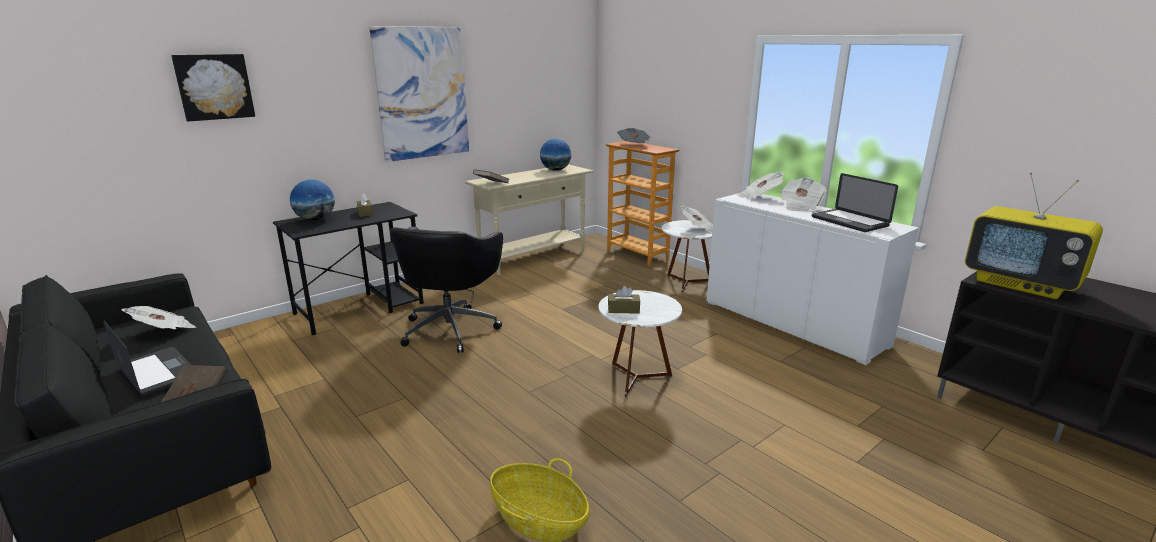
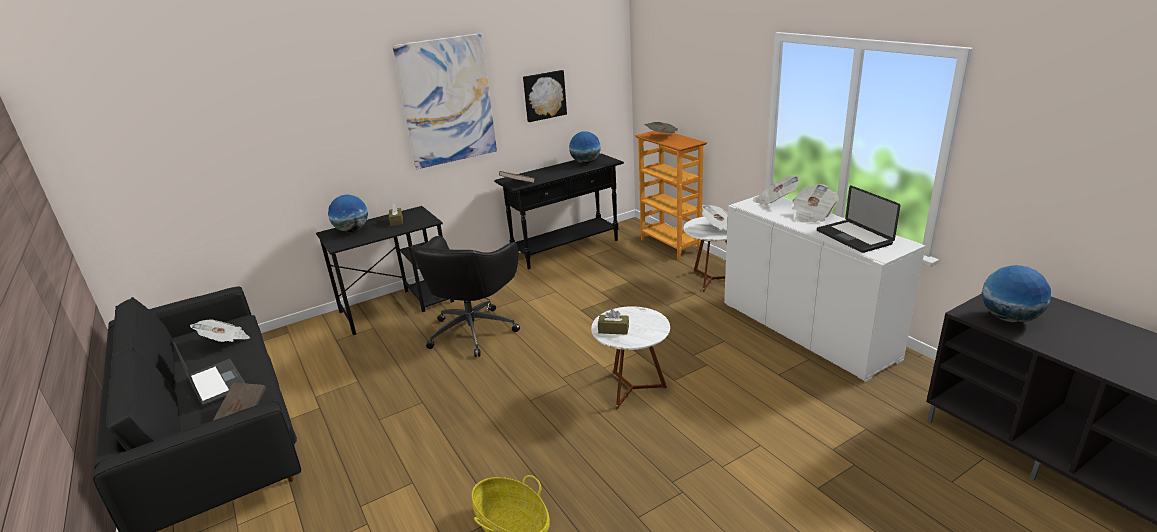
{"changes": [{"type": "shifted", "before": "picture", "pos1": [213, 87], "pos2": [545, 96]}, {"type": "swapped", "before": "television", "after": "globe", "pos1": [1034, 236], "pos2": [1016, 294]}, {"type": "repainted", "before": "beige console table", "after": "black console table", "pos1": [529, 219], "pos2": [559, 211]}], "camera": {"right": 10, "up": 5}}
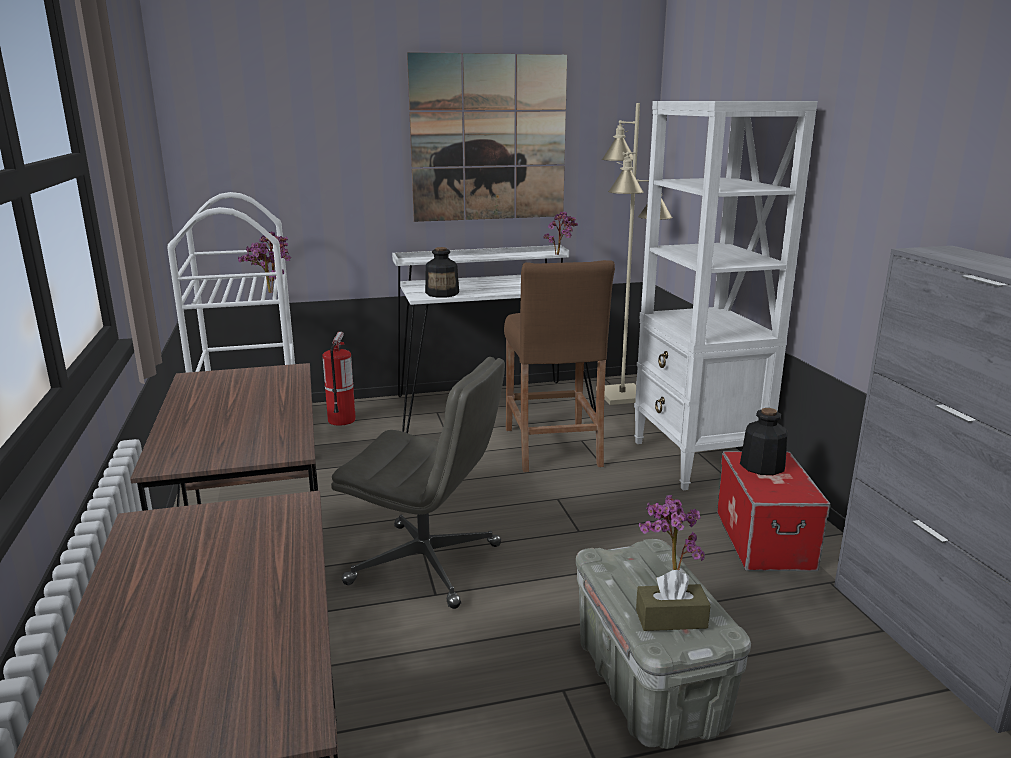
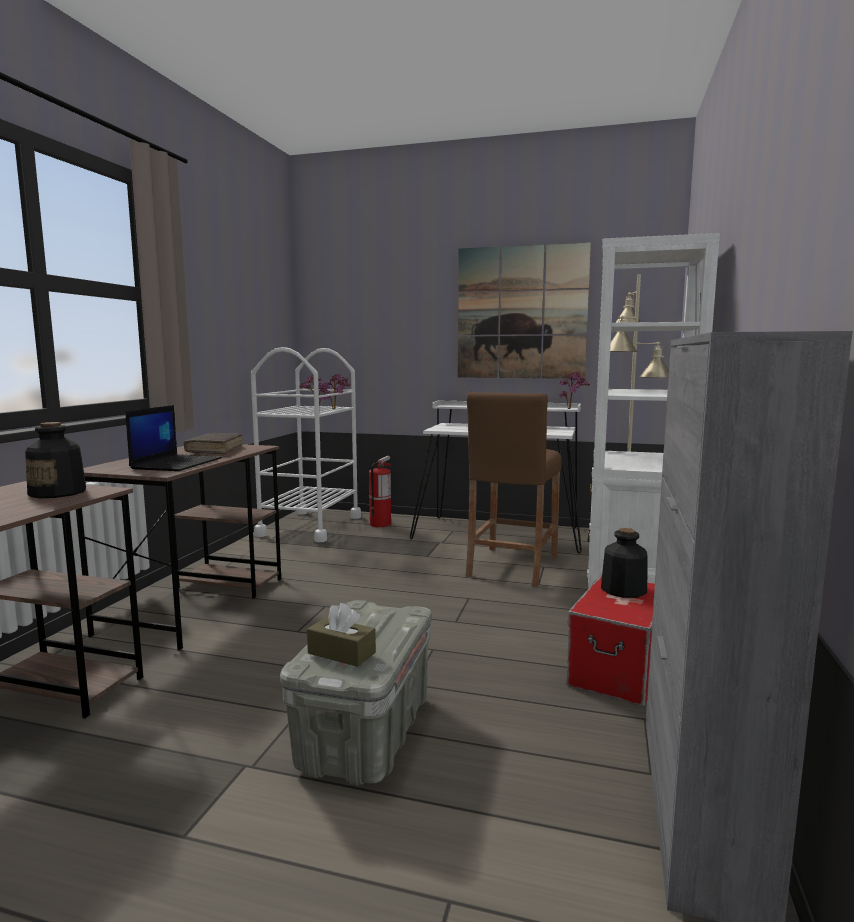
{"changes": [{"type": "gone", "before": "grey office chair", "pos1": [418, 483]}, {"type": "gone", "before": "potted plant", "pos1": [672, 532]}, {"type": "new", "after": "laptop", "pos2": [174, 438]}, {"type": "new", "after": "brown book", "pos2": [213, 443]}, {"type": "shifted", "before": "bottle", "pos1": [442, 272], "pos2": [55, 460]}], "camera": {"right": 30, "up": -10}}
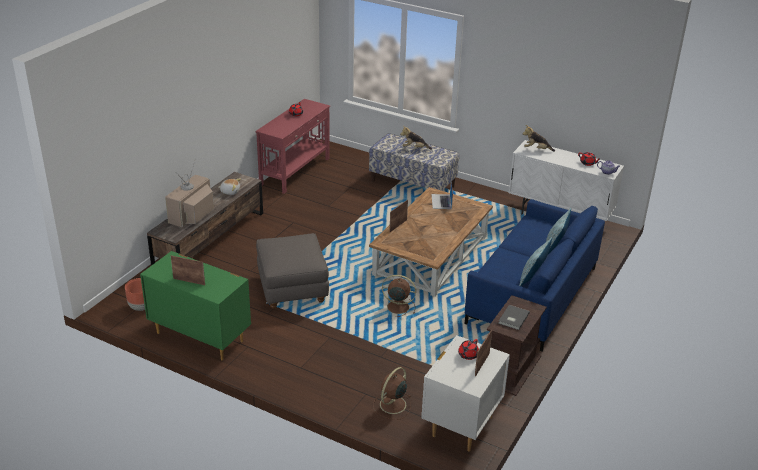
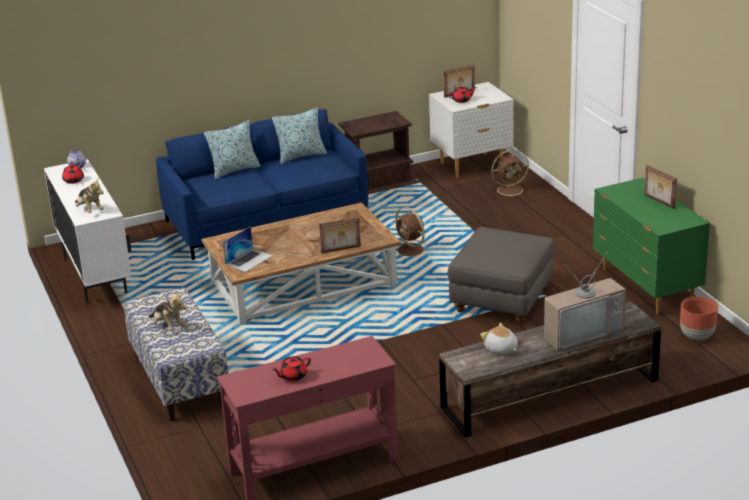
{"changes": [{"type": "gone", "before": "grey book", "pos1": [514, 317]}], "camera": {"right": -140, "up": -5}}
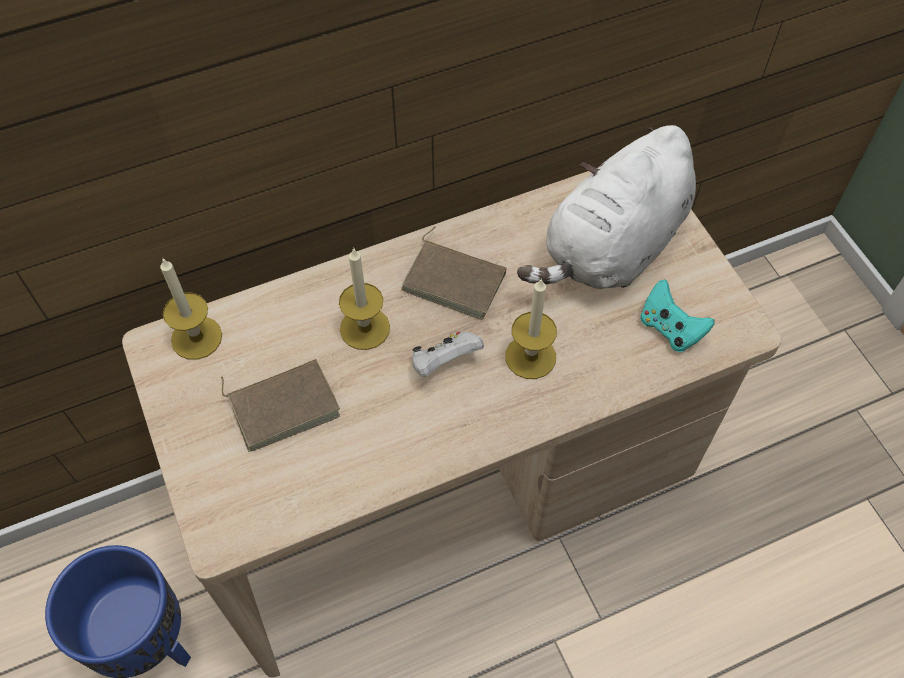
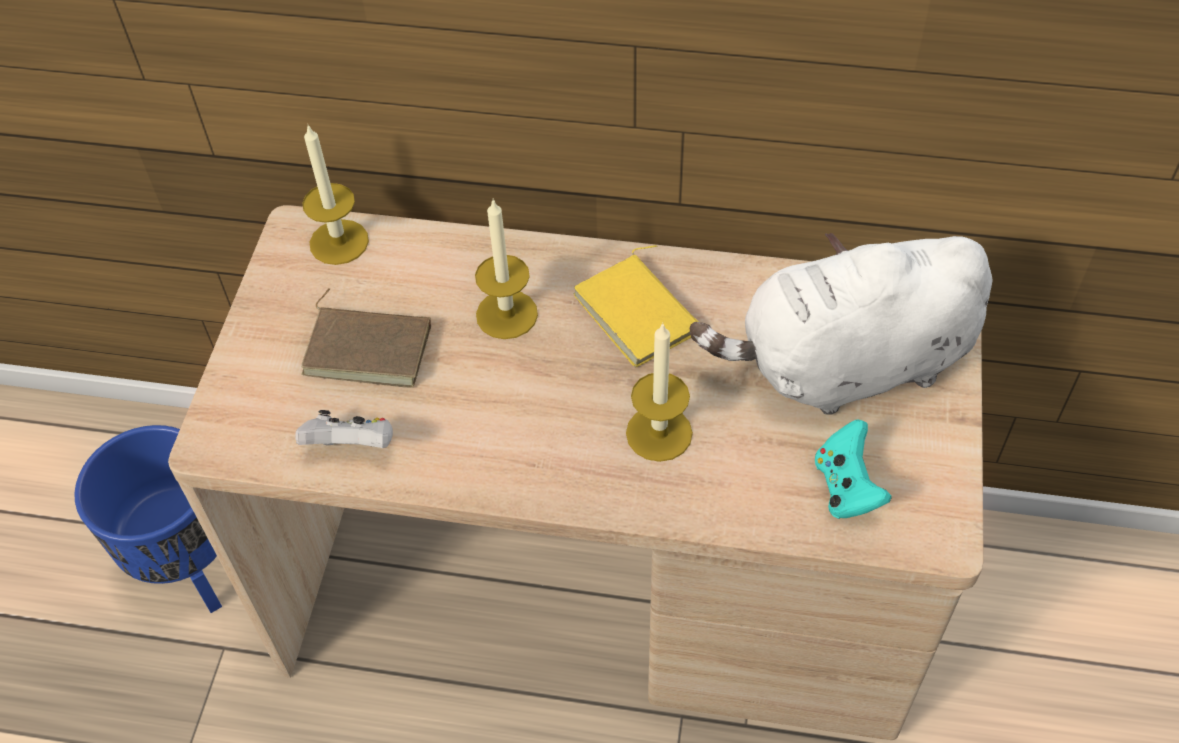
{"changes": [{"type": "shifted", "before": "white game controller", "pos1": [448, 354], "pos2": [344, 429]}, {"type": "repainted", "before": "brown book", "after": "yellow book", "pos1": [454, 273], "pos2": [636, 306]}], "camera": {"right": 35, "up": -5}}
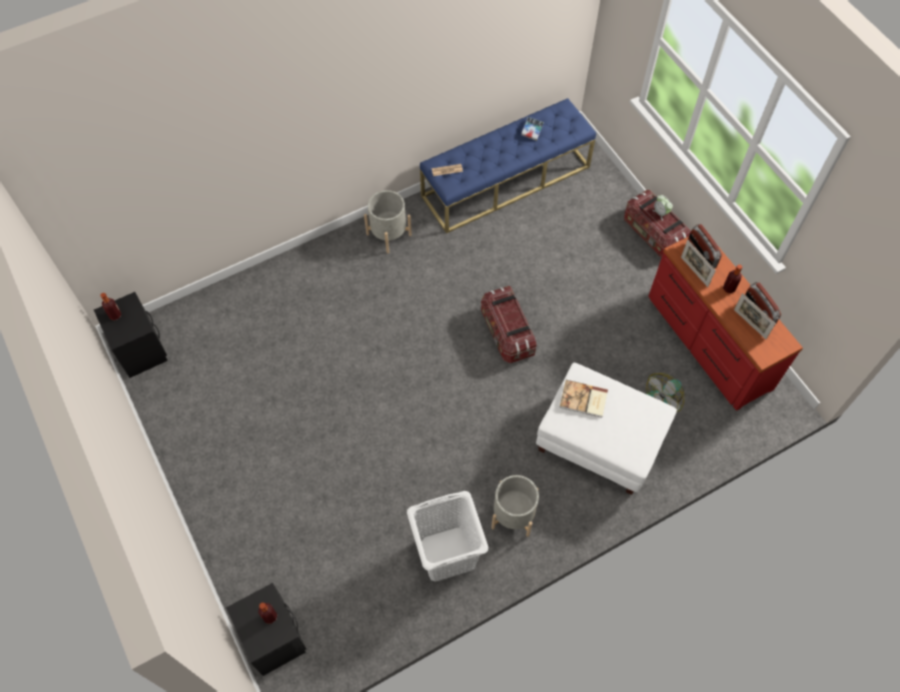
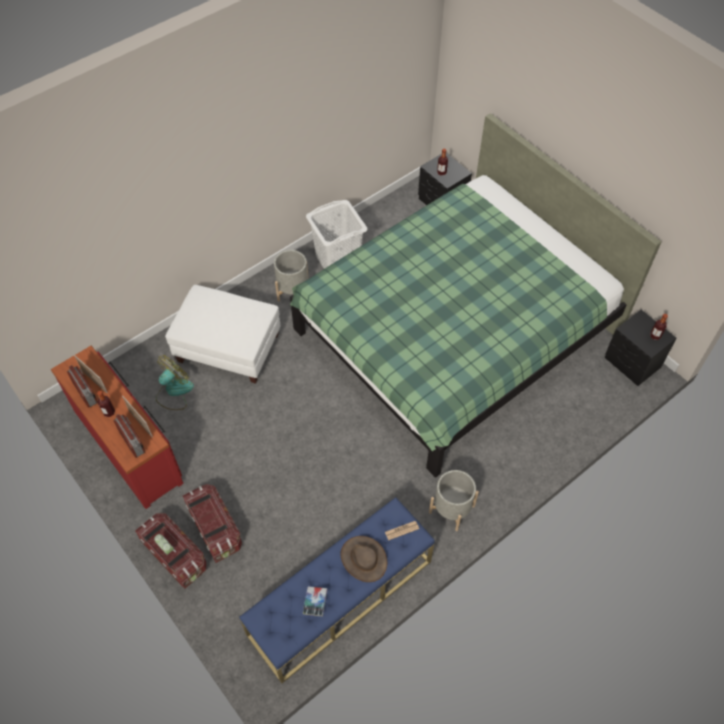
{"changes": [{"type": "gone", "before": "book", "pos1": [583, 399]}, {"type": "new", "after": "green bed", "pos2": [475, 295]}, {"type": "new", "after": "brown hat", "pos2": [363, 559]}, {"type": "shifted", "before": "storage box", "pos1": [508, 324], "pos2": [212, 523]}], "camera": {"right": 170, "up": -5}}
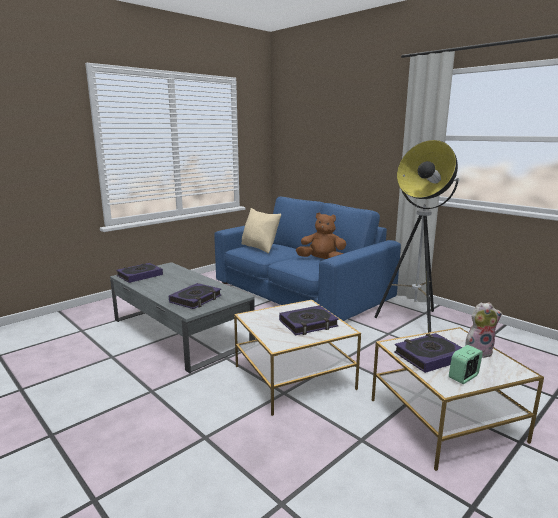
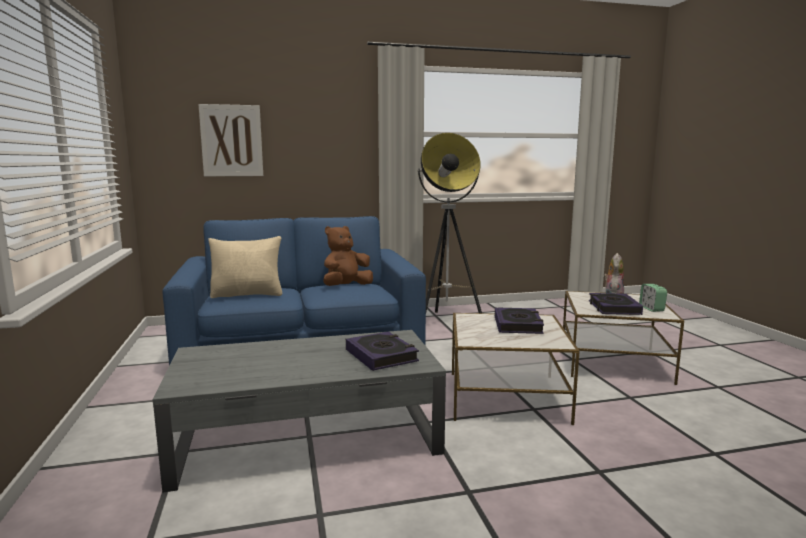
{"changes": [{"type": "gone", "before": "book", "pos1": [139, 273]}, {"type": "new", "after": "picture", "pos2": [230, 140]}], "camera": {"right": -60, "up": -5}}
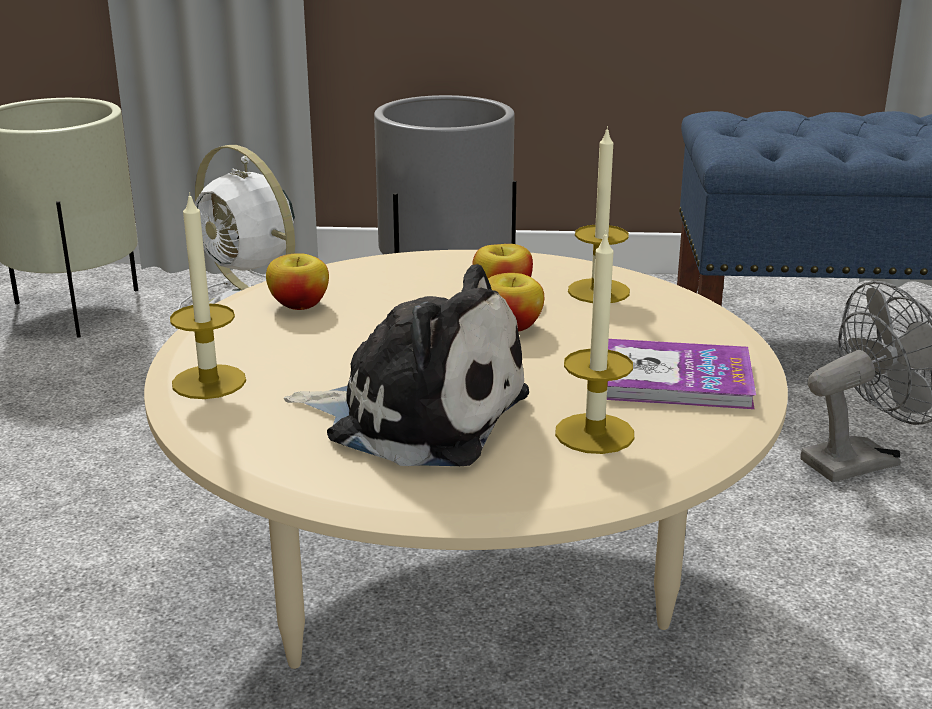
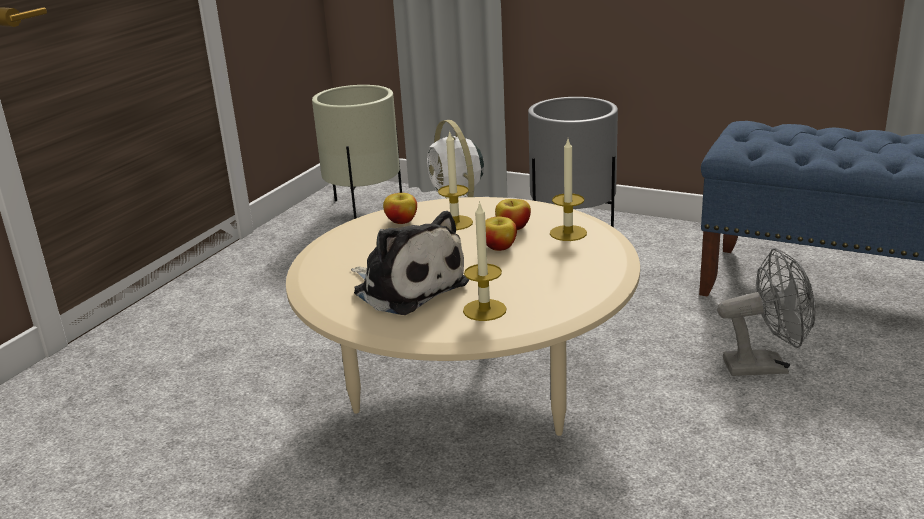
{"changes": [{"type": "gone", "before": "book", "pos1": [681, 374]}, {"type": "shifted", "before": "candle", "pos1": [208, 295], "pos2": [455, 180]}], "camera": {"right": 25, "up": 0}}
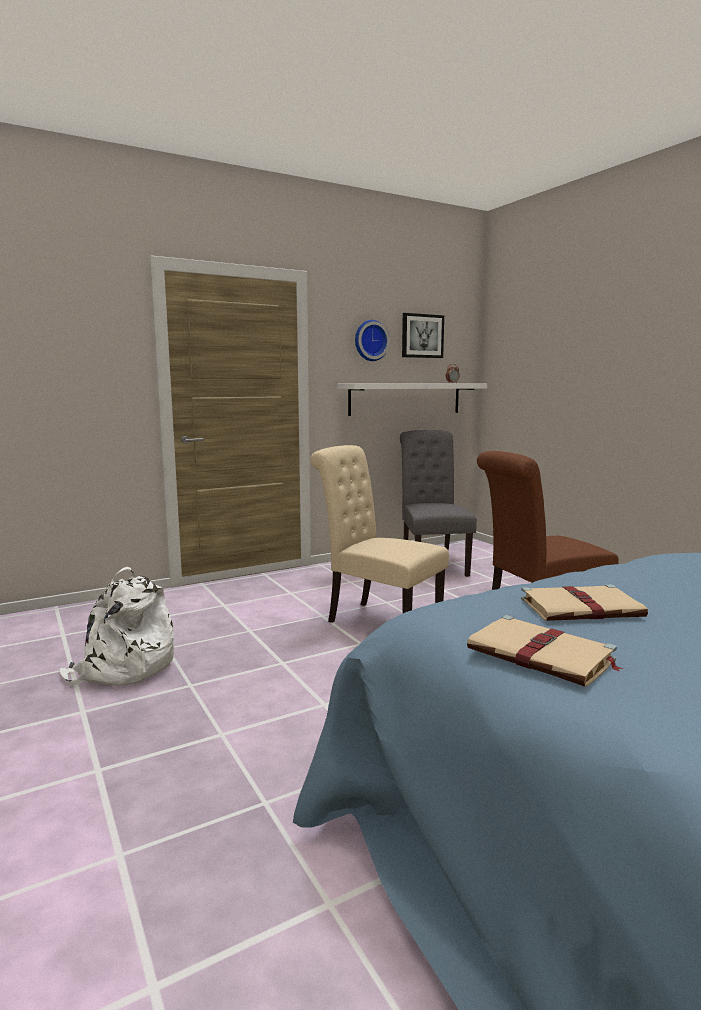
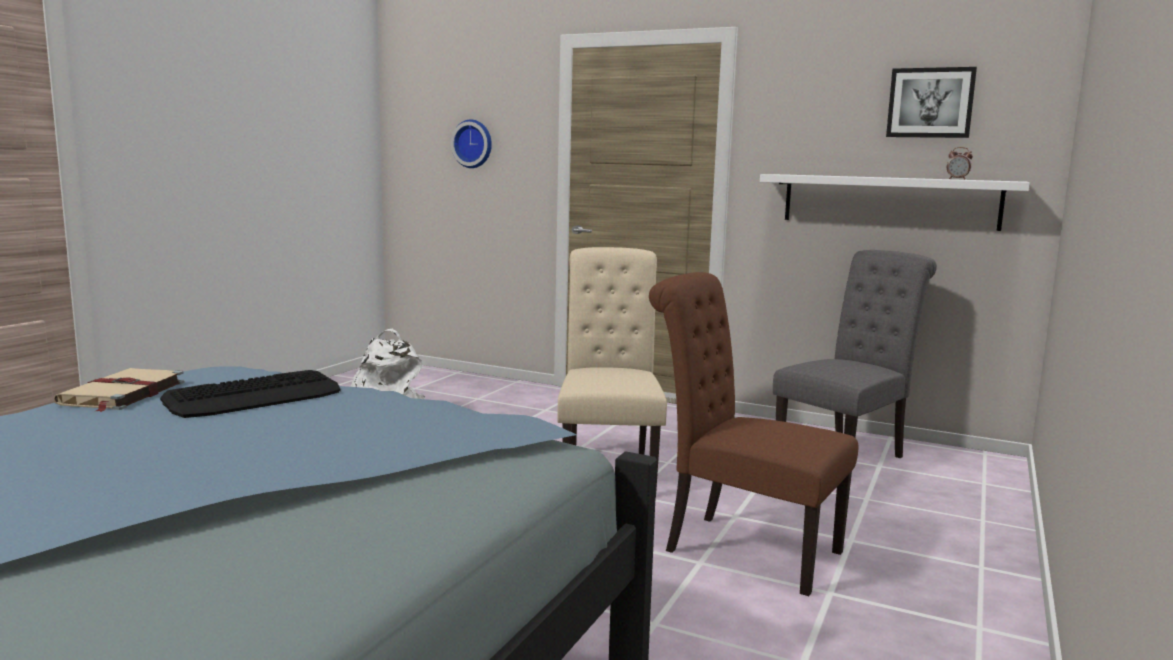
{"changes": [{"type": "shifted", "before": "wall clock", "pos1": [372, 340], "pos2": [471, 143]}, {"type": "swapped", "before": "beige book", "after": "keyboard", "pos1": [584, 602], "pos2": [250, 394]}], "camera": {"right": 55, "up": 0}}
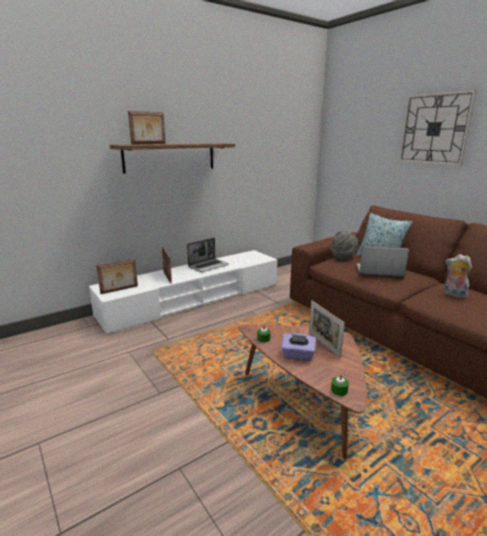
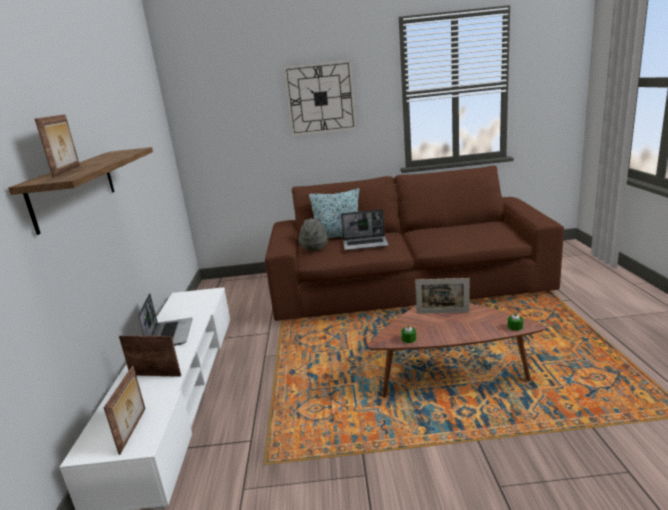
{"changes": [{"type": "gone", "before": "purple tissue box", "pos1": [298, 347]}, {"type": "gone", "before": "plush toy", "pos1": [458, 276]}, {"type": "rotated", "before": "laptop", "pos1": [382, 262], "pos2": [365, 229], "turn": -135}], "camera": {"right": -55, "up": 0}}
